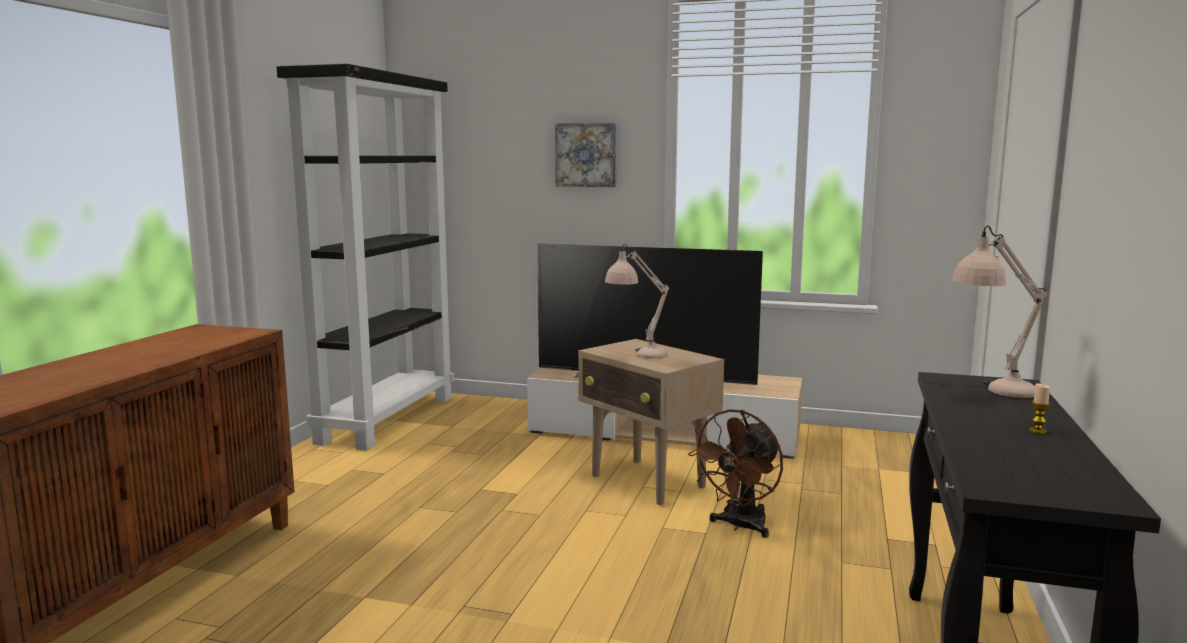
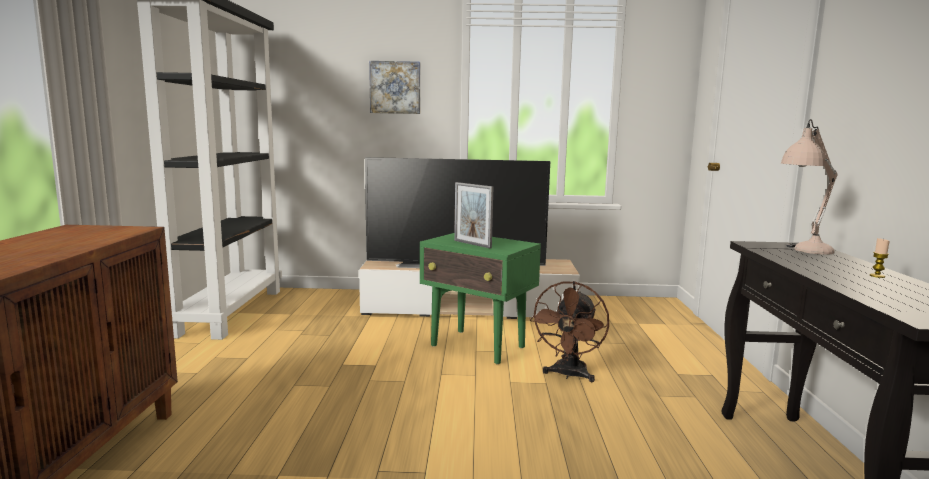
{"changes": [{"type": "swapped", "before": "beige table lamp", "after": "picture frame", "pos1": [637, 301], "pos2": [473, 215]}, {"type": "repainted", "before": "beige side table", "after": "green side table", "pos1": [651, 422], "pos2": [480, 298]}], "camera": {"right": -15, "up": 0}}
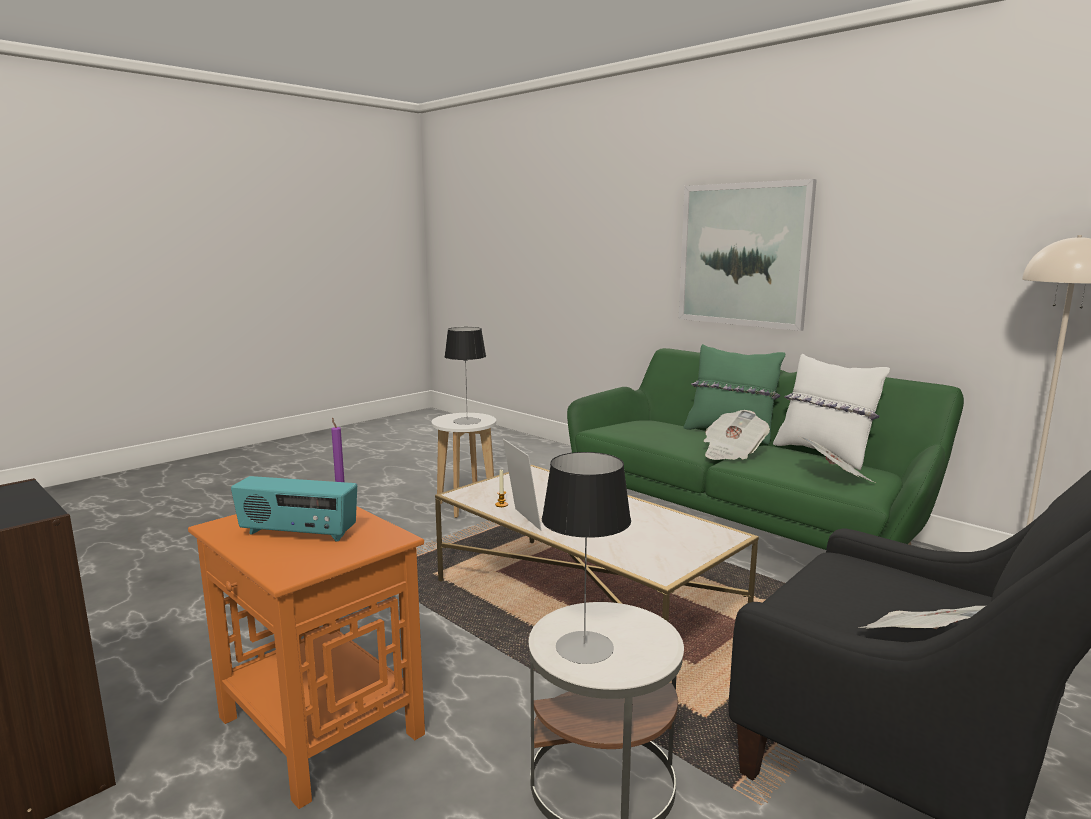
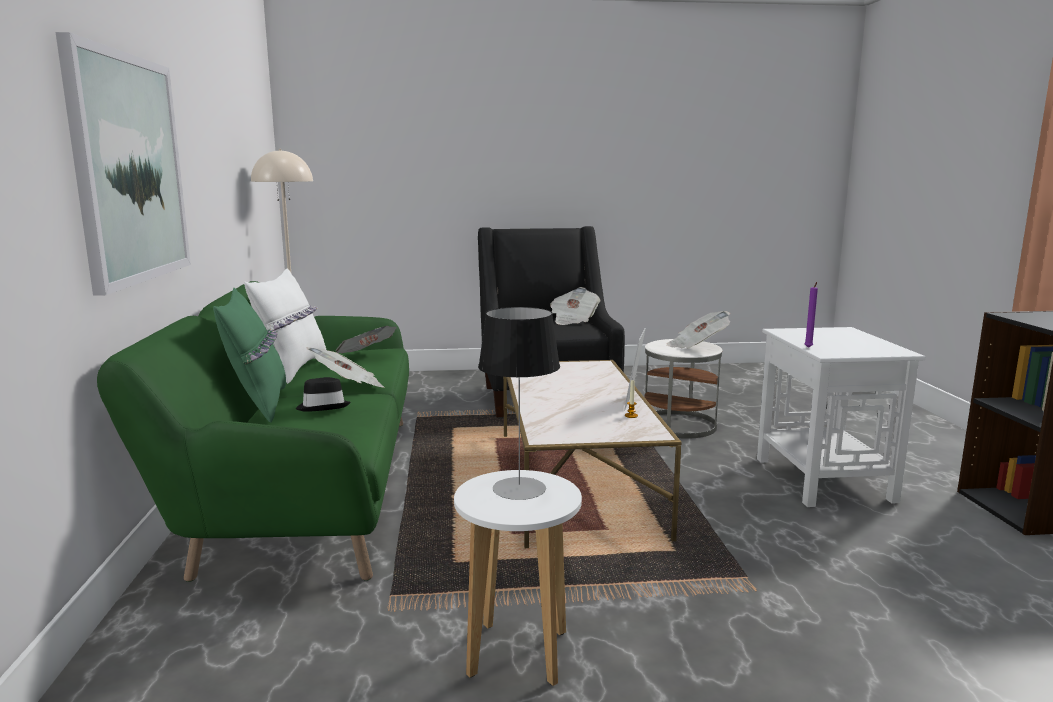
{"changes": [{"type": "gone", "before": "radio", "pos1": [294, 509]}, {"type": "new", "after": "black hat", "pos2": [323, 394]}, {"type": "swapped", "before": "table lamp", "after": "newspaper", "pos1": [586, 558], "pos2": [699, 330]}, {"type": "repainted", "before": "orange side table", "after": "white side table", "pos1": [306, 658], "pos2": [841, 417]}], "camera": {"right": -140, "up": 0}}
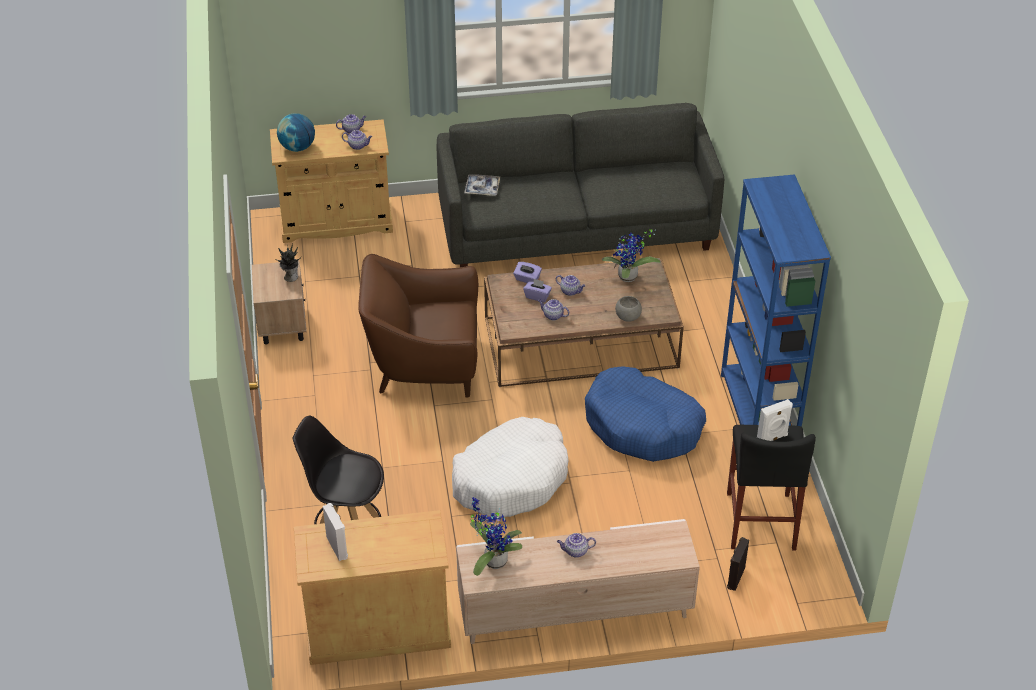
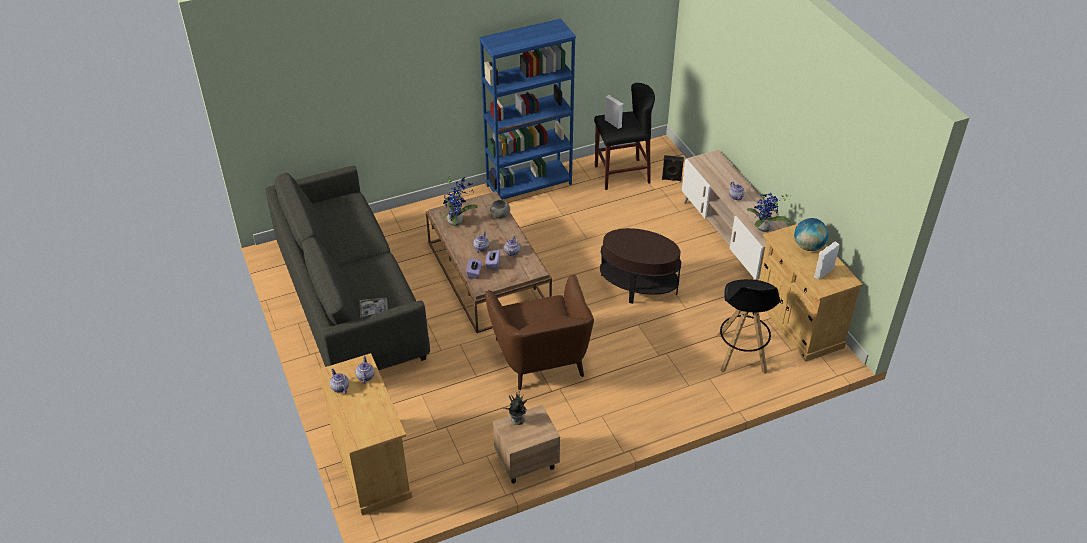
{"changes": [{"type": "gone", "before": "blue dog bed", "pos1": [645, 414]}, {"type": "shifted", "before": "globe", "pos1": [296, 132], "pos2": [811, 234]}, {"type": "swapped", "before": "white dog bed", "after": "brown side table", "pos1": [510, 467], "pos2": [640, 266]}], "camera": {"right": -105, "up": 0}}
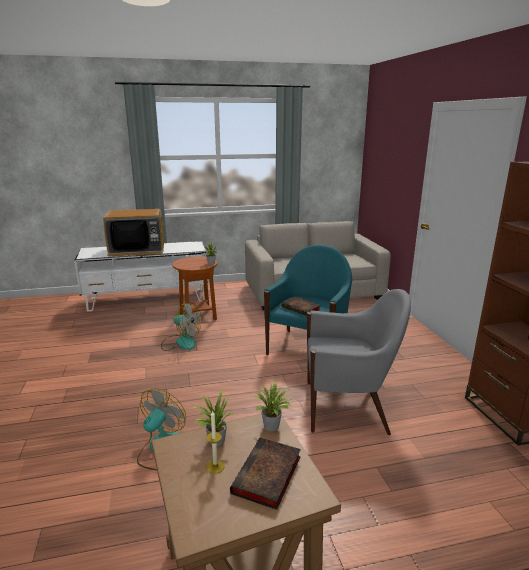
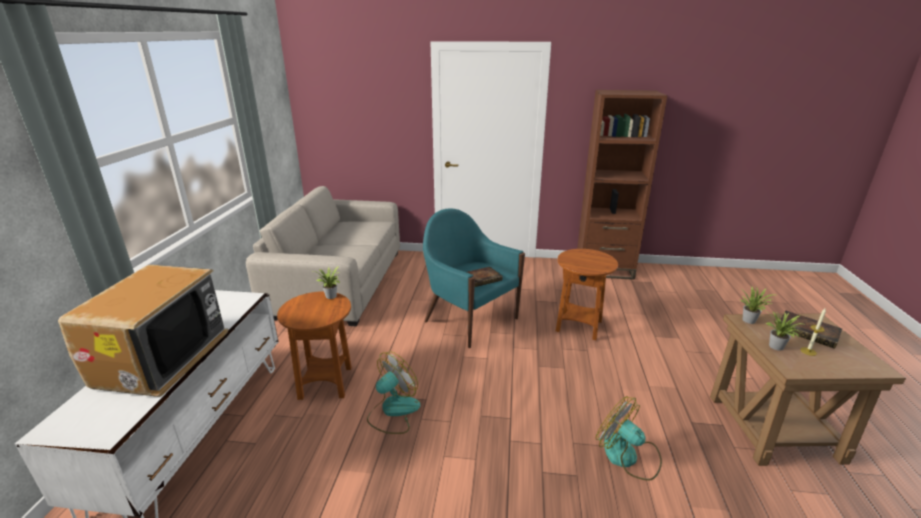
{"changes": [{"type": "swapped", "before": "grey armchair", "after": "brown side table", "pos1": [359, 362], "pos2": [587, 294]}], "camera": {"right": -70, "up": 5}}
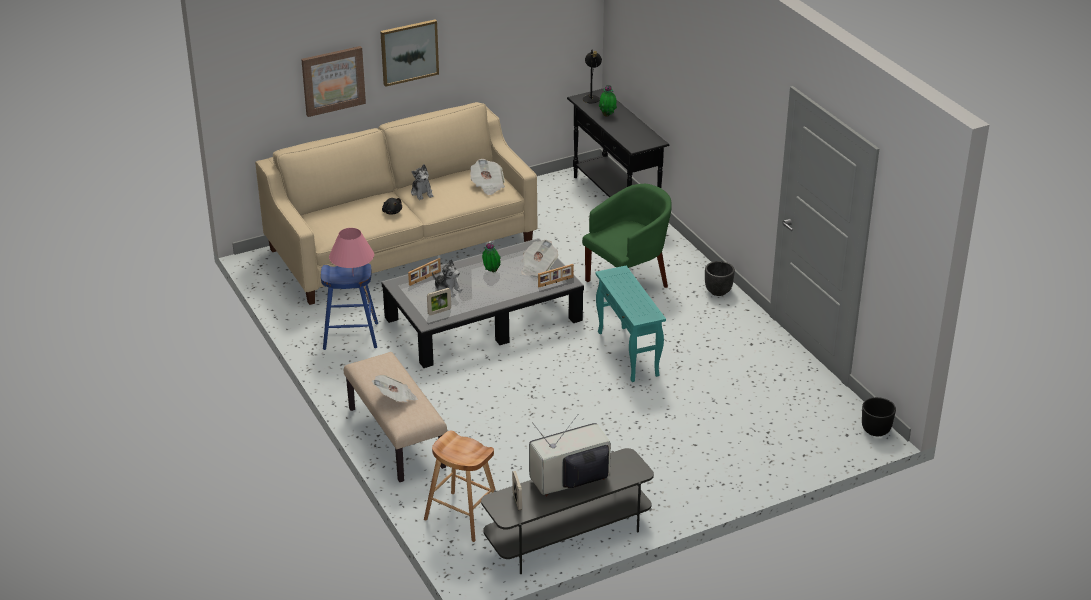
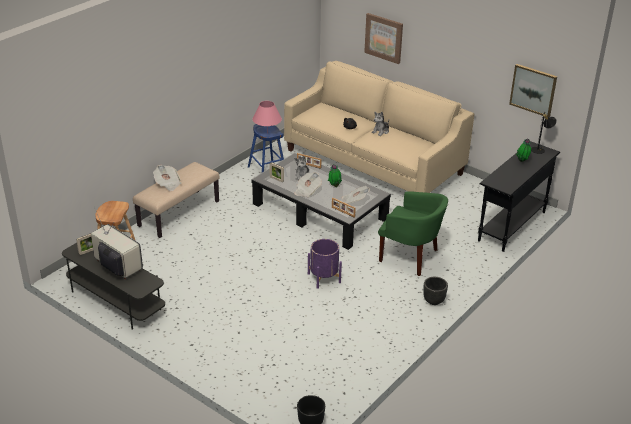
{"changes": [{"type": "shifted", "before": "picture", "pos1": [409, 53], "pos2": [533, 90]}, {"type": "shifted", "before": "newspaper", "pos1": [487, 177], "pos2": [308, 184]}, {"type": "swapped", "before": "turquoise side table", "after": "purple planter", "pos1": [630, 324], "pos2": [325, 264]}], "camera": {"right": 65, "up": 0}}
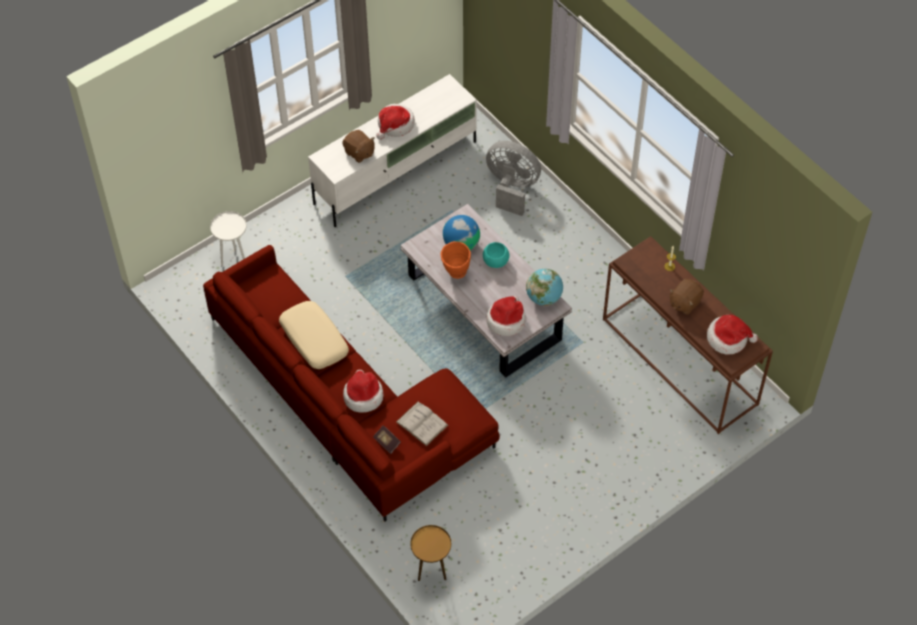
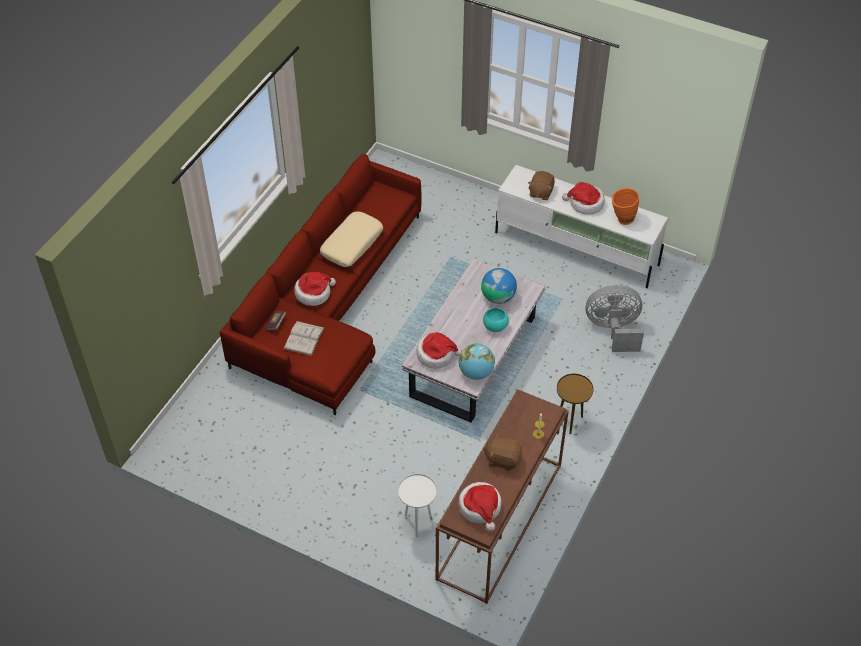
{"changes": [{"type": "shifted", "before": "white side table", "pos1": [228, 238], "pos2": [417, 505]}, {"type": "shifted", "before": "brown side table", "pos1": [430, 553], "pos2": [575, 404]}, {"type": "shifted", "before": "orange vase", "pos1": [456, 260], "pos2": [625, 206]}, {"type": "rotated", "before": "grey fan", "pos1": [513, 178], "pos2": [615, 318], "turn": -90}], "camera": {"right": 65, "up": -5}}
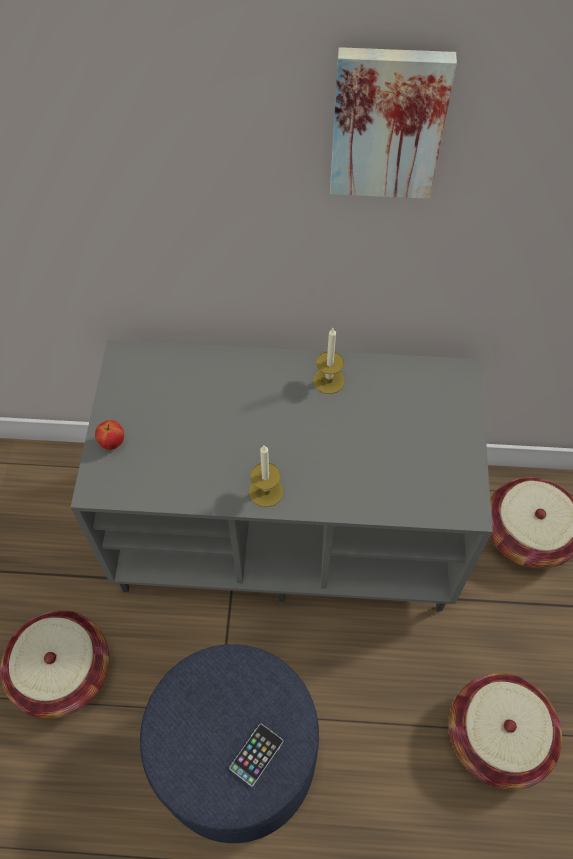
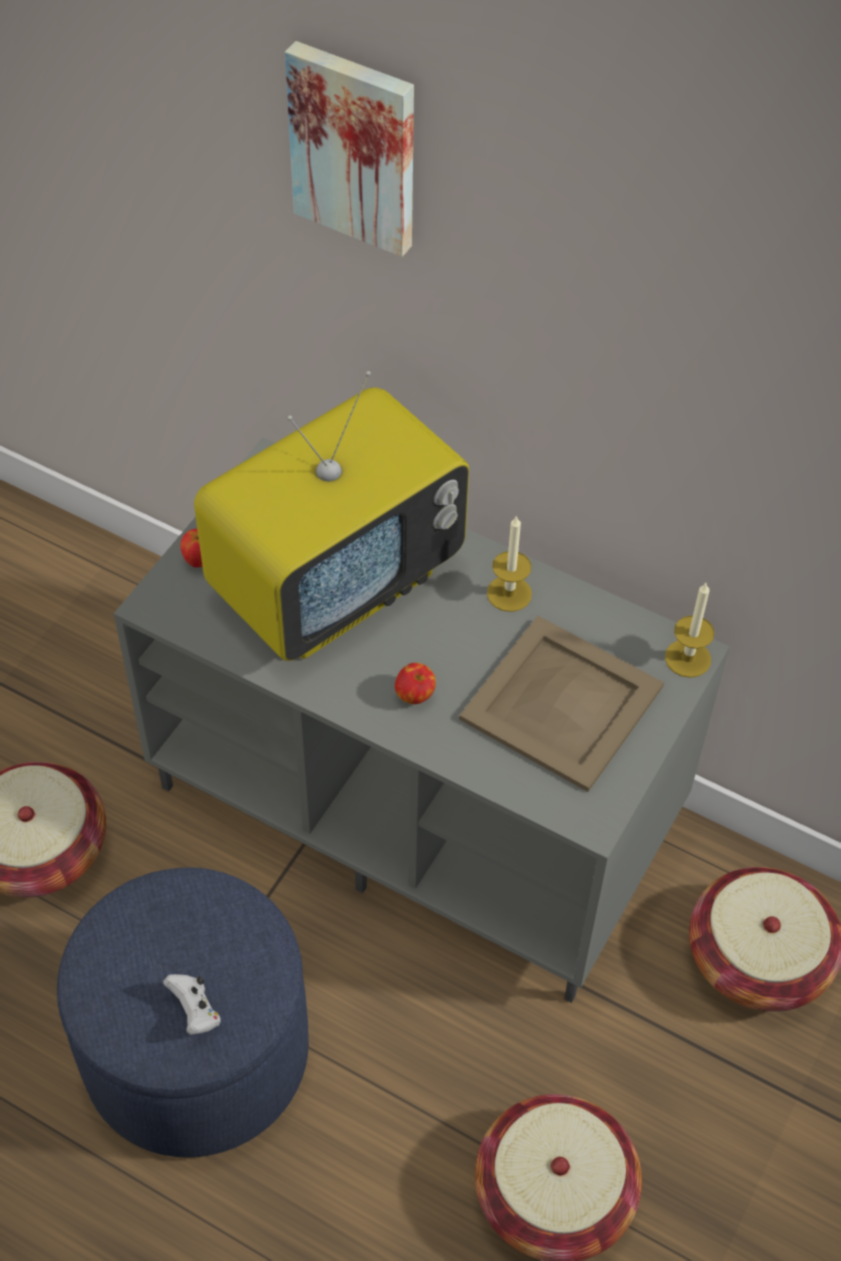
{"changes": [{"type": "new", "after": "television", "pos2": [331, 516]}, {"type": "new", "after": "apple", "pos2": [415, 683]}, {"type": "new", "after": "beige tray", "pos2": [561, 704]}, {"type": "shifted", "before": "candle", "pos1": [266, 476], "pos2": [689, 630]}, {"type": "shifted", "before": "picture", "pos1": [393, 123], "pos2": [349, 149]}, {"type": "swapped", "before": "phone", "after": "white game controller", "pos1": [256, 755], "pos2": [192, 1004]}], "camera": {"right": 25, "up": -5}}
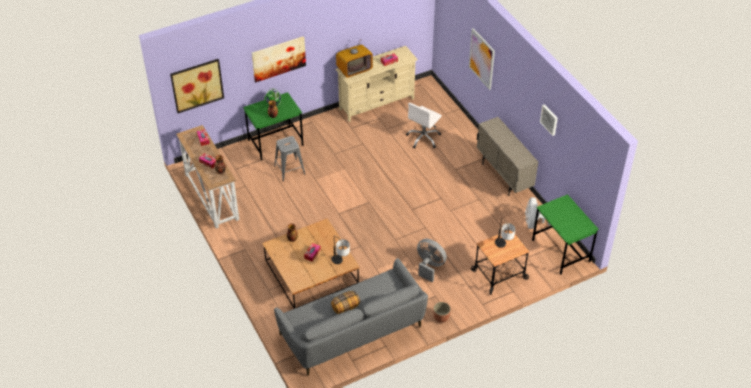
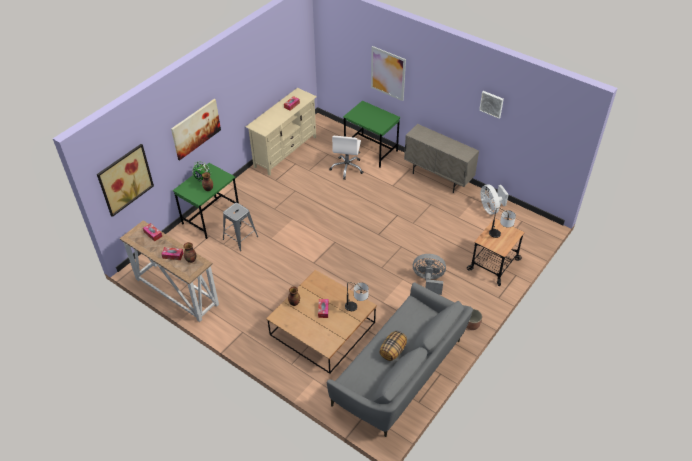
{"changes": [{"type": "gone", "before": "television", "pos1": [354, 58]}, {"type": "shifted", "before": "green desk", "pos1": [565, 234], "pos2": [372, 134]}], "camera": {"right": -25, "up": 0}}
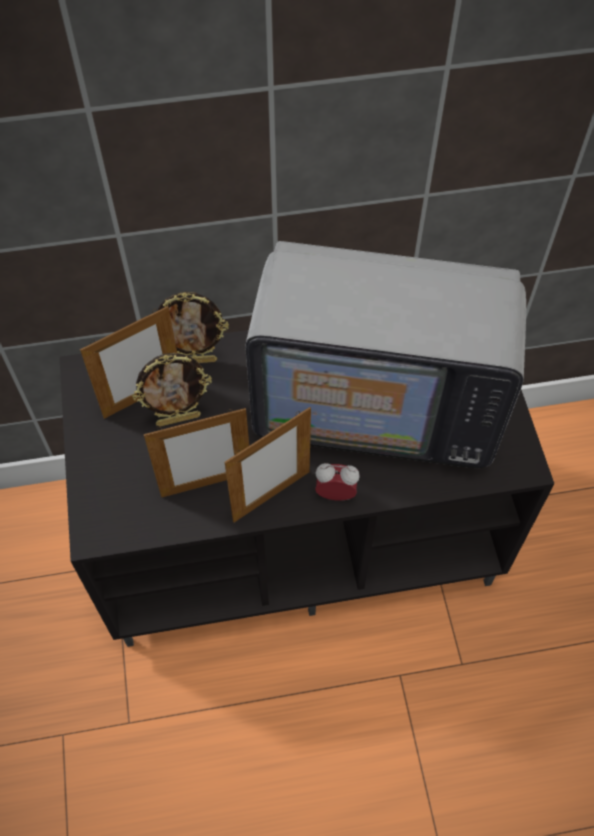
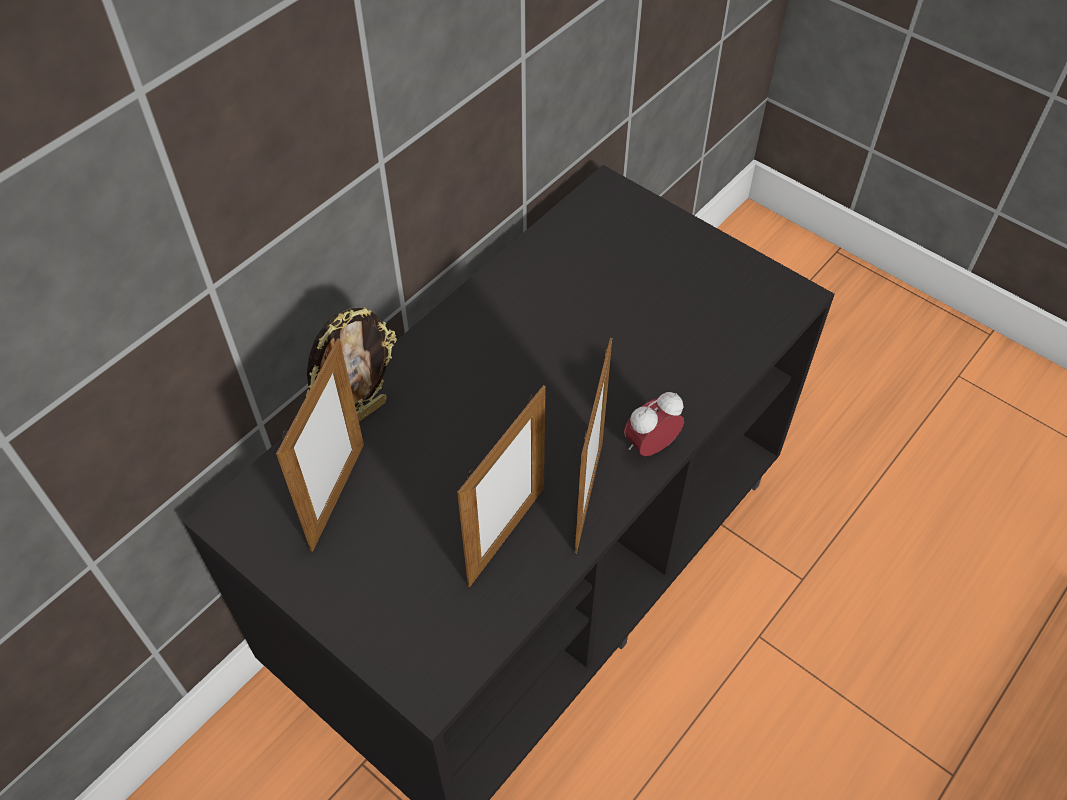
{"changes": [{"type": "gone", "before": "picture frame", "pos1": [172, 390]}, {"type": "gone", "before": "television", "pos1": [385, 354]}], "camera": {"right": -40, "up": -5}}
